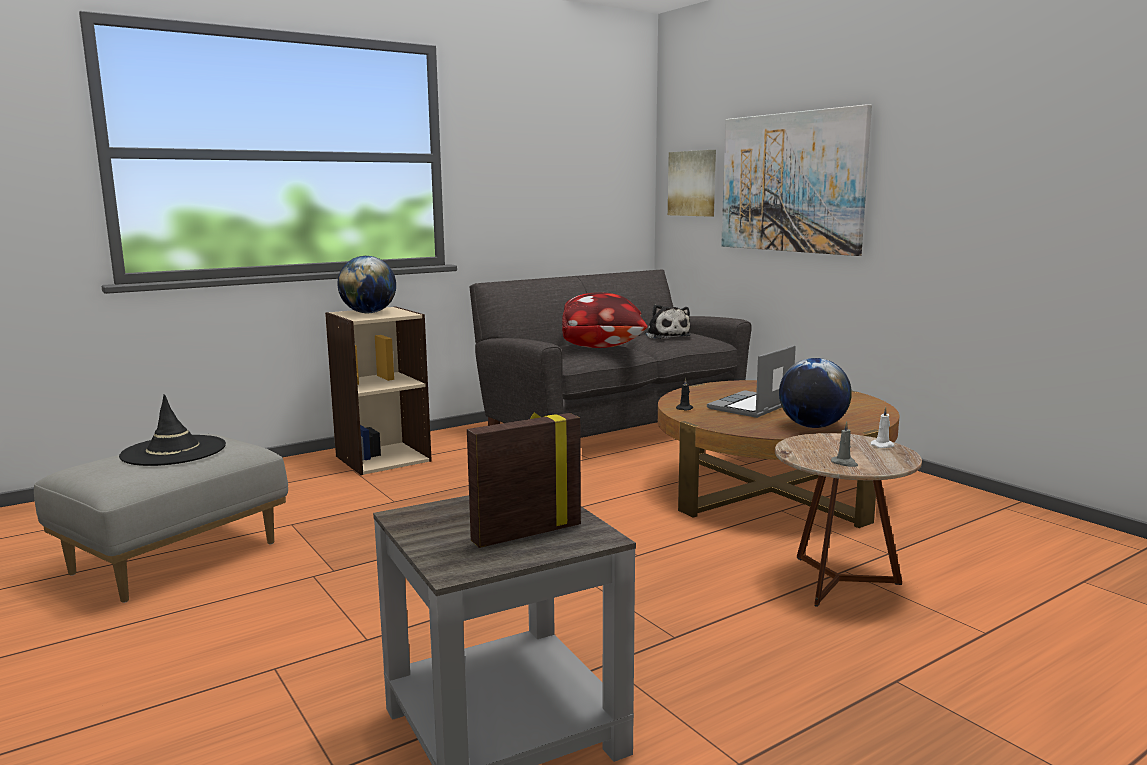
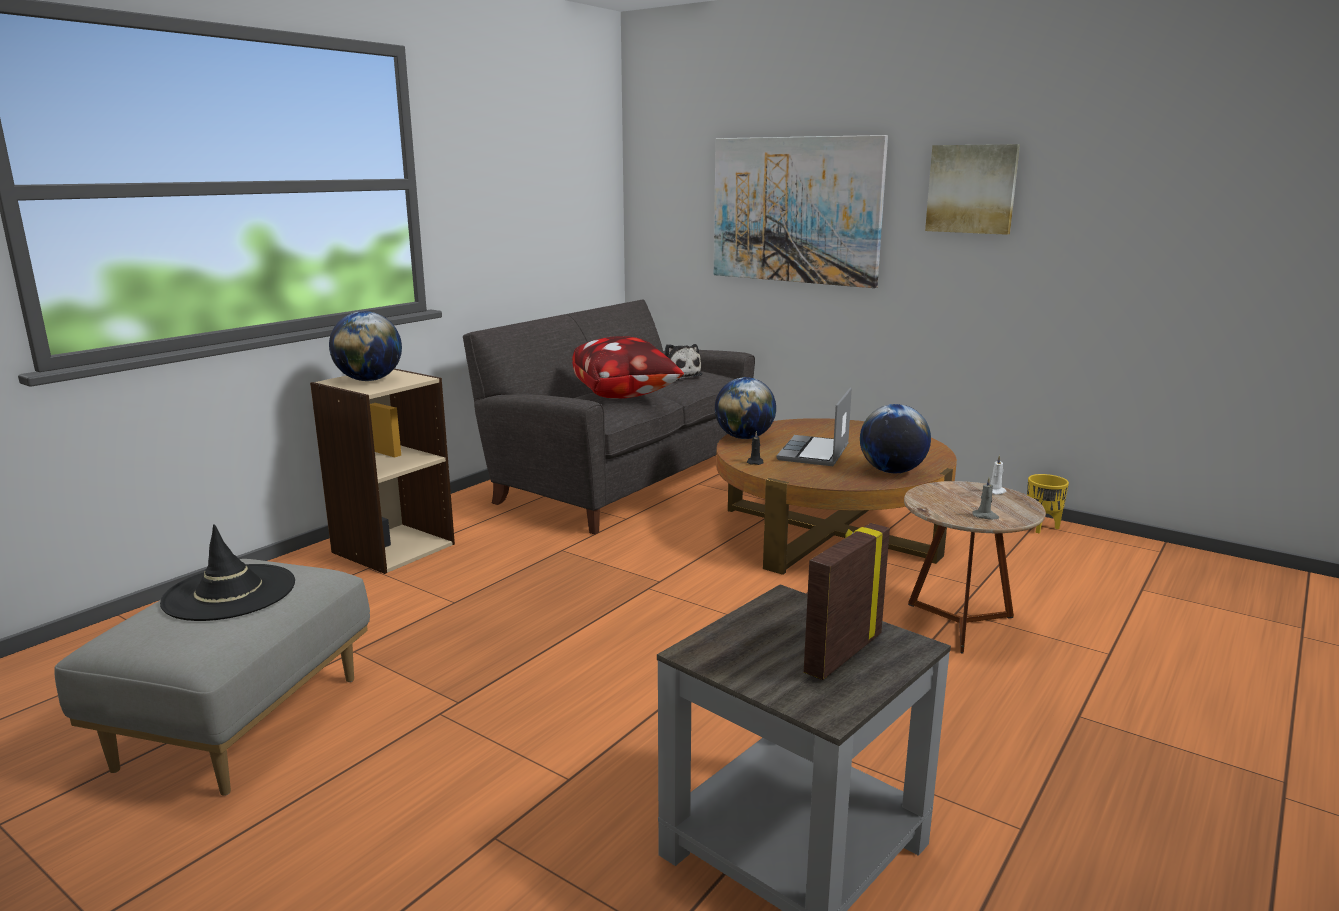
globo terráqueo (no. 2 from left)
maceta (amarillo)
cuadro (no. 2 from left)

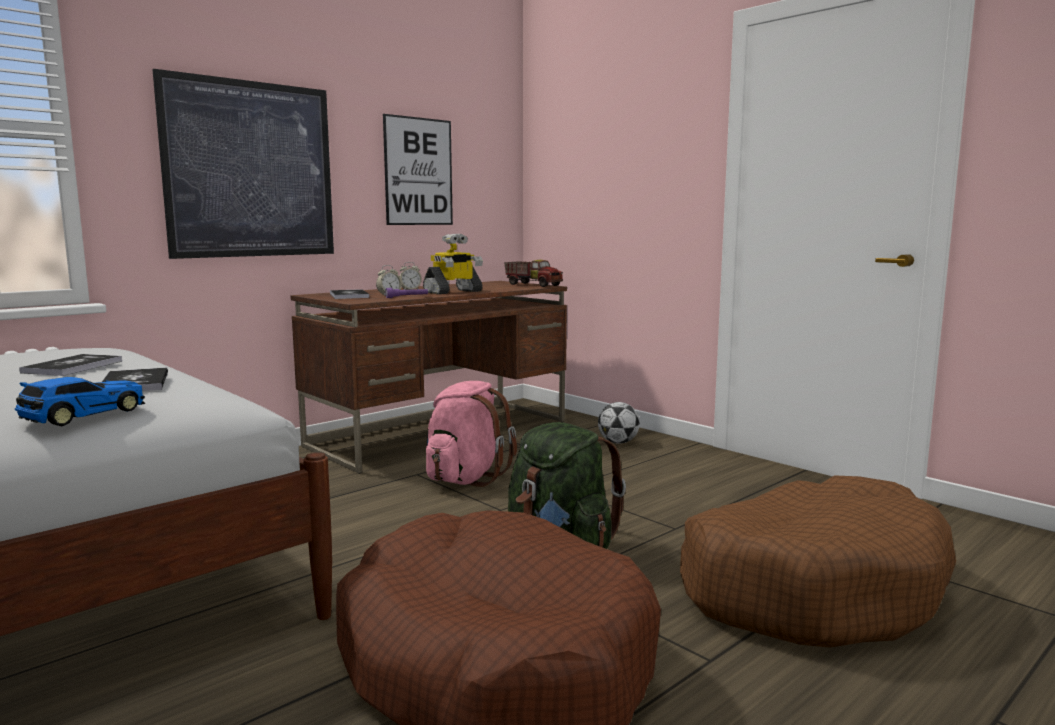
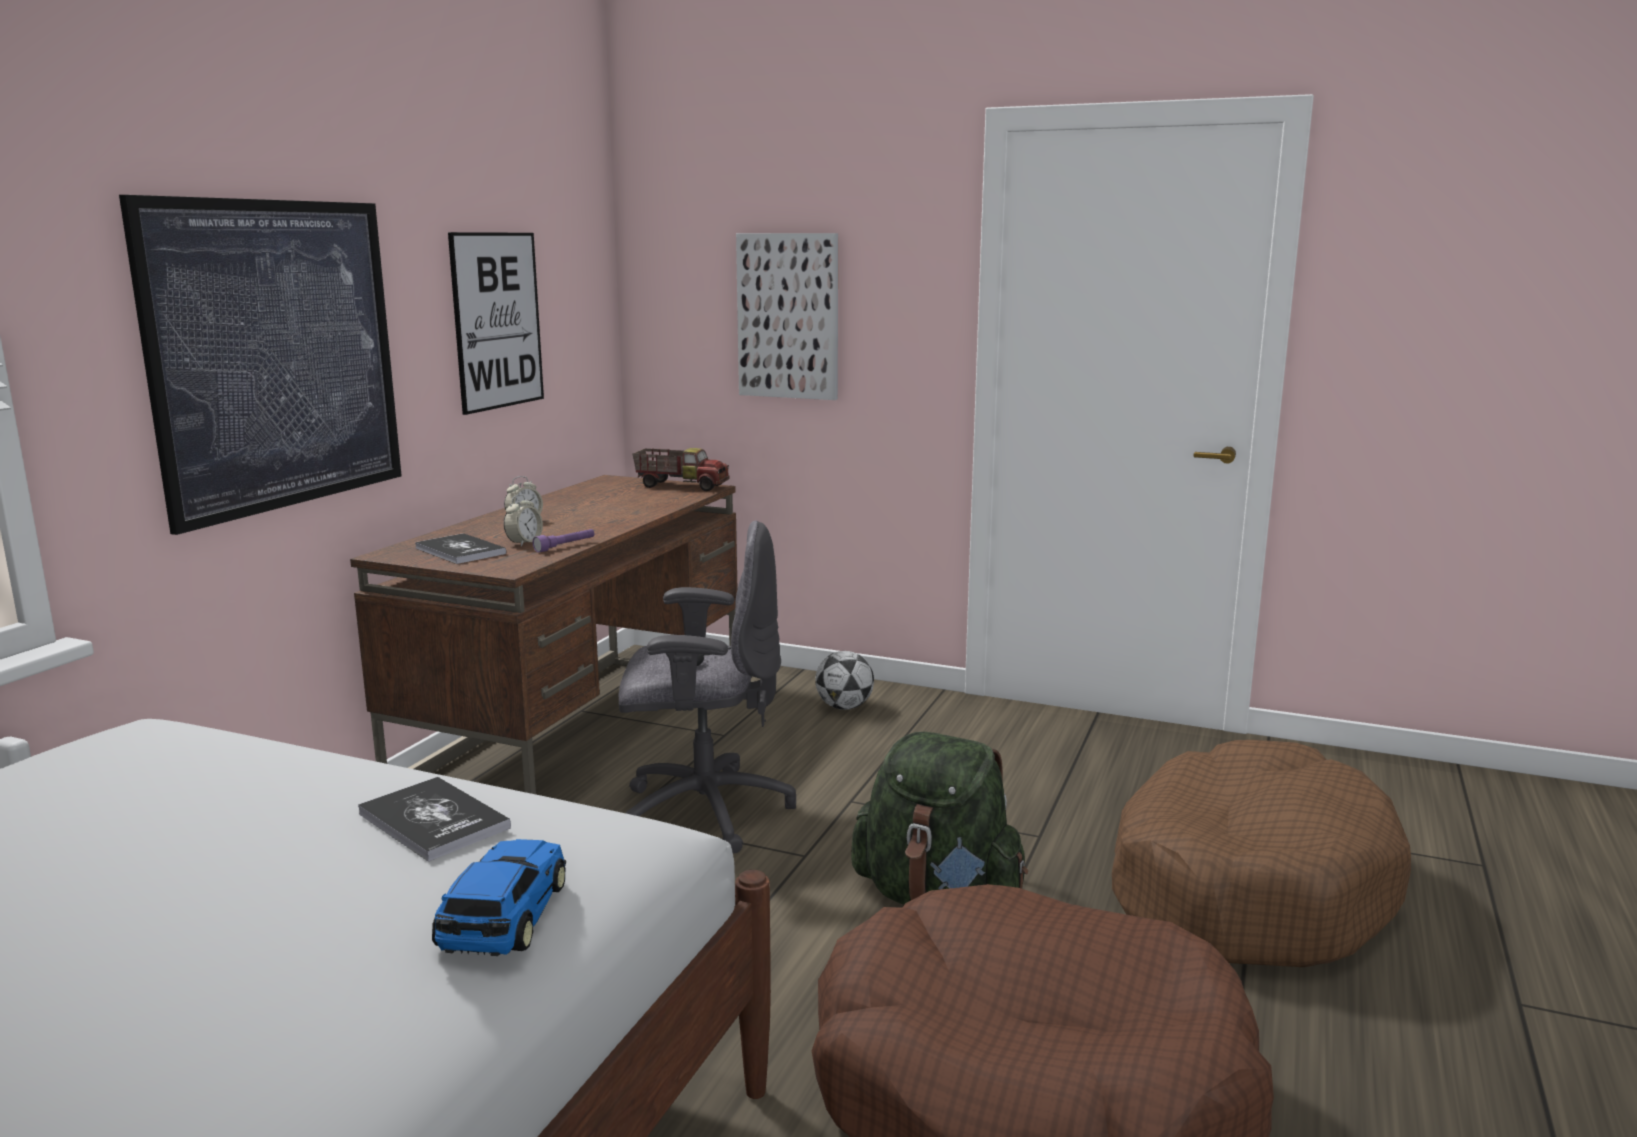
libro (no. 1 from left in the first image)
robot de juguete
cuadro (no. 3 from left)
silla de oficina (gris)

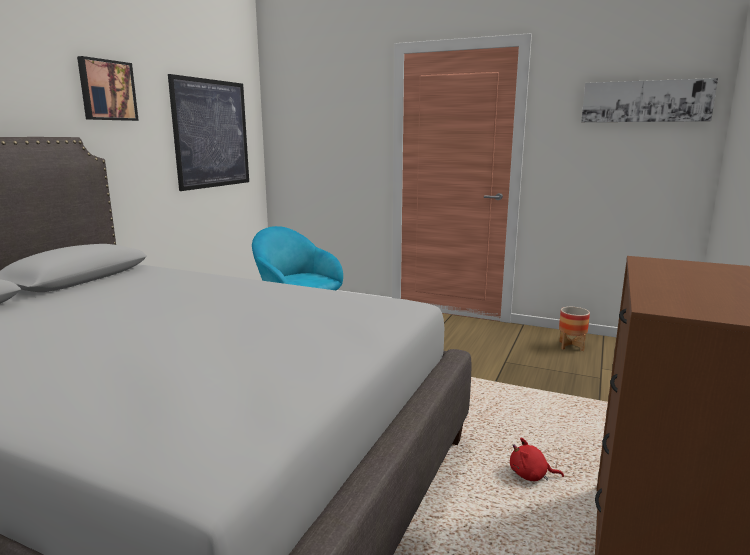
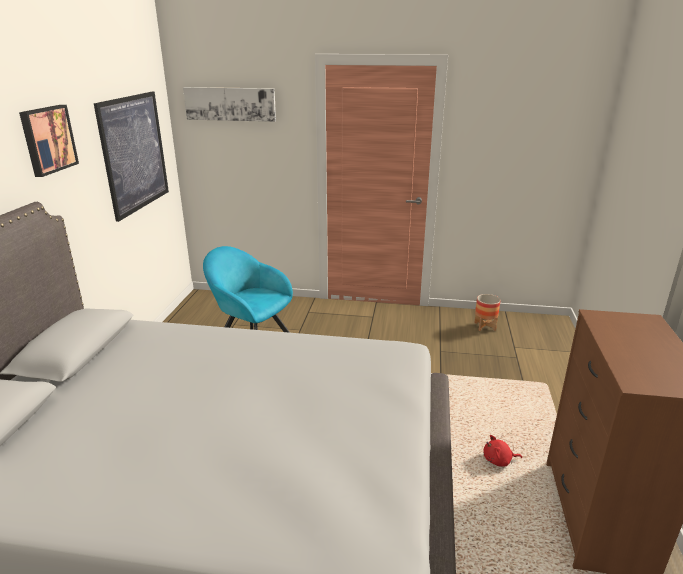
cuadro (no. 3 from left)

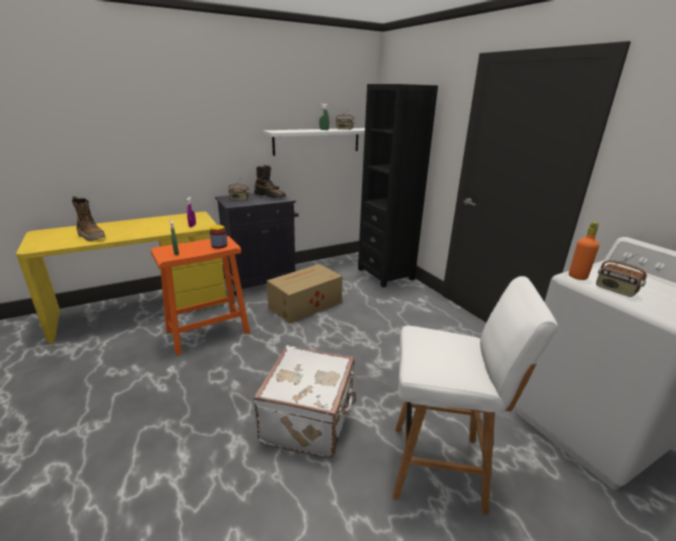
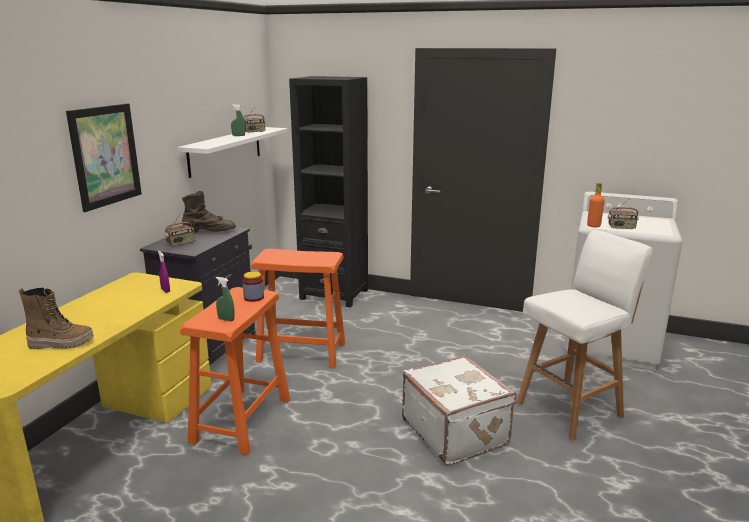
cuadro
taburete (naranja) (no. 2 from left)

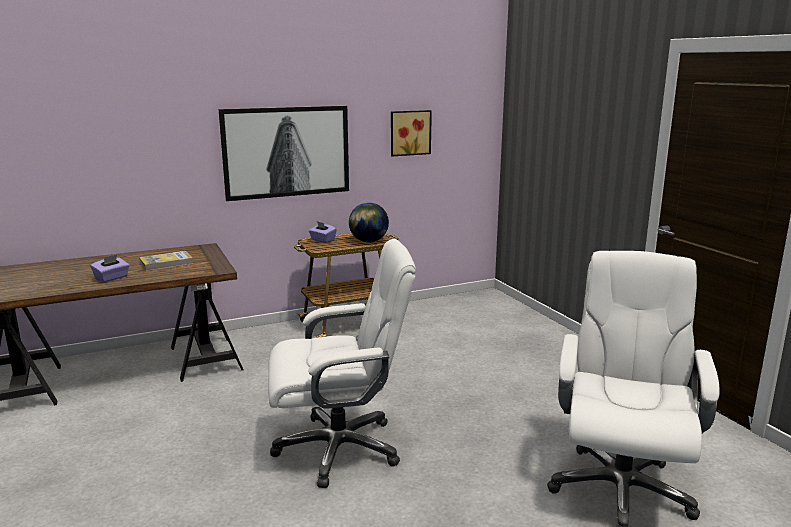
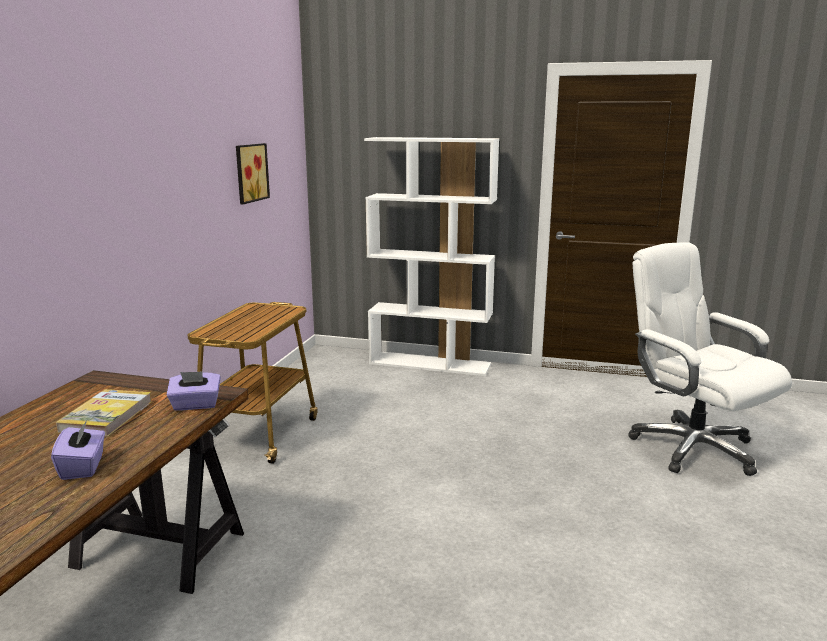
cuadro (no. 1 from left in the first image)
silla de oficina (blanco) (no. 1 from left in the first image)
globo terráqueo
estantería (blanco)
caja de pañuelos (morado) (no. 2 from left)

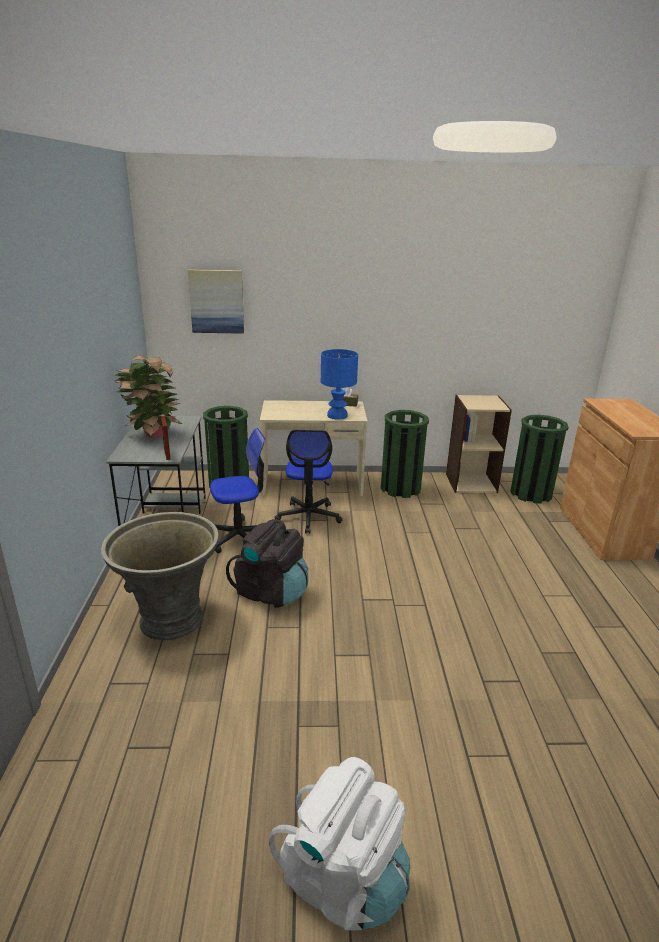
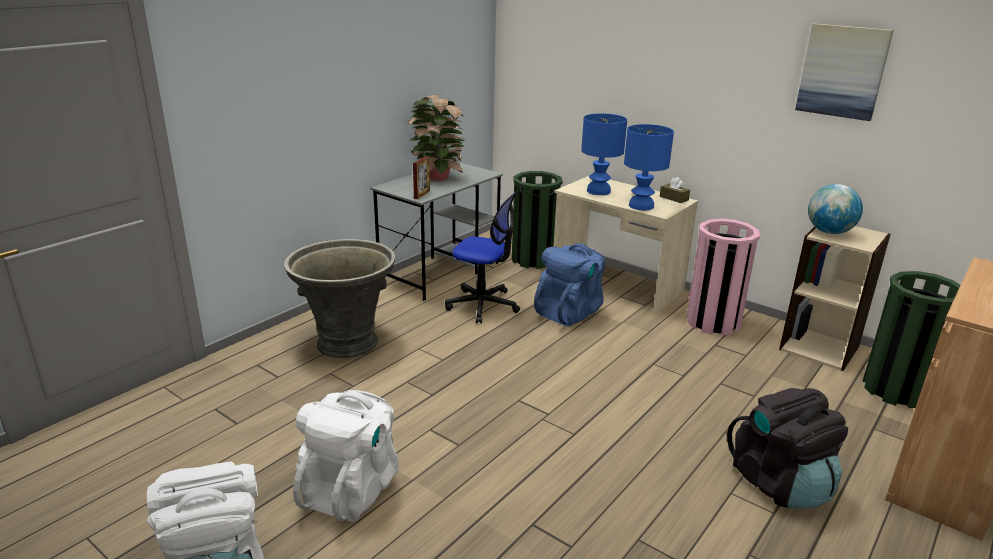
mochila (blanco) (no. 2 from left)
lámpara de mesa (azul) (no. 1 from left)
globo terráqueo
cuadro
mochila (negro)
mochila (azul)
papelera (rosa)

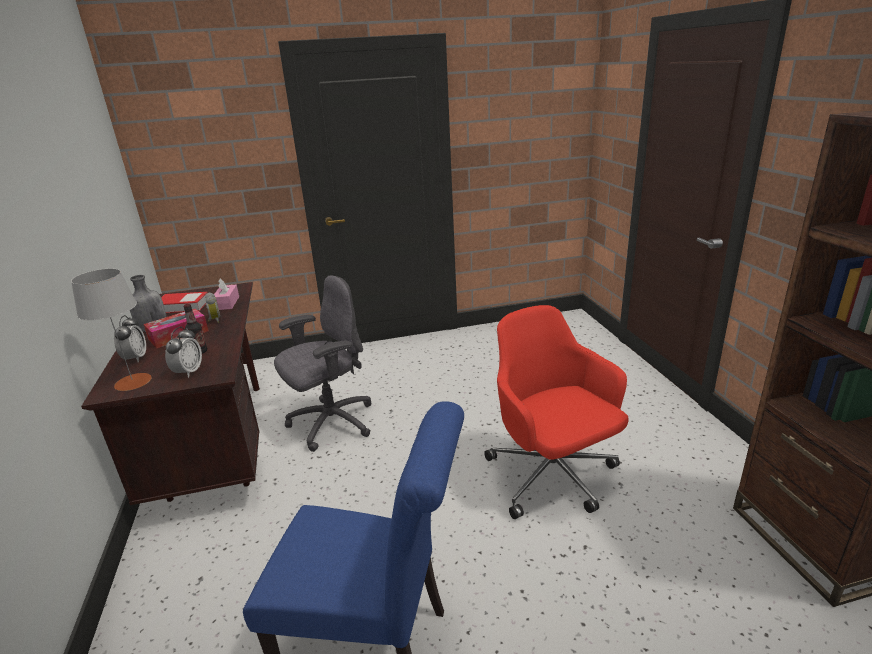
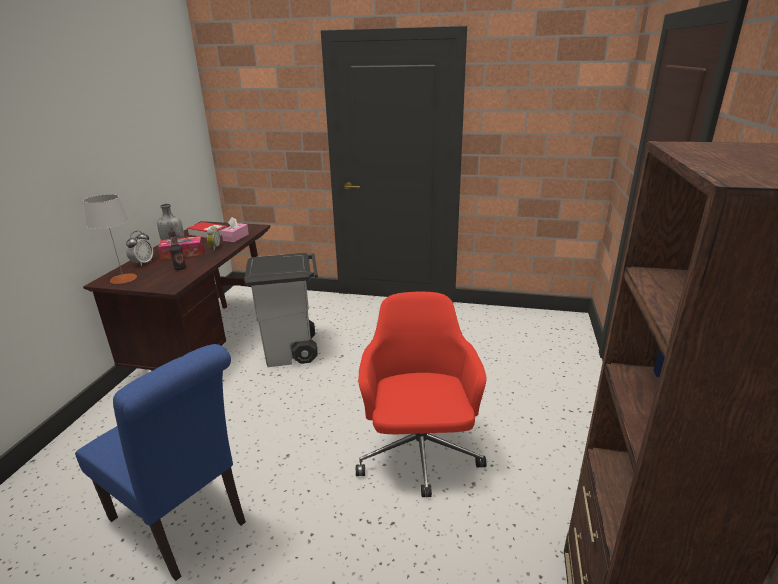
despertador (no. 2 from left in the first image)
papelera (gris)

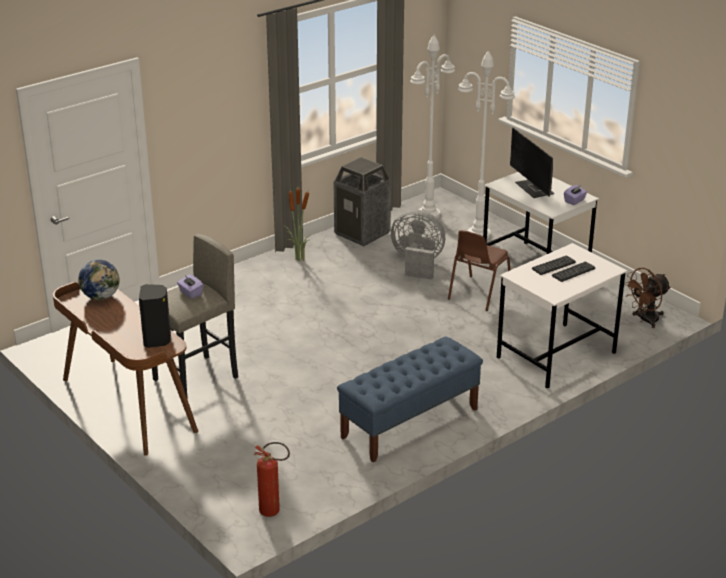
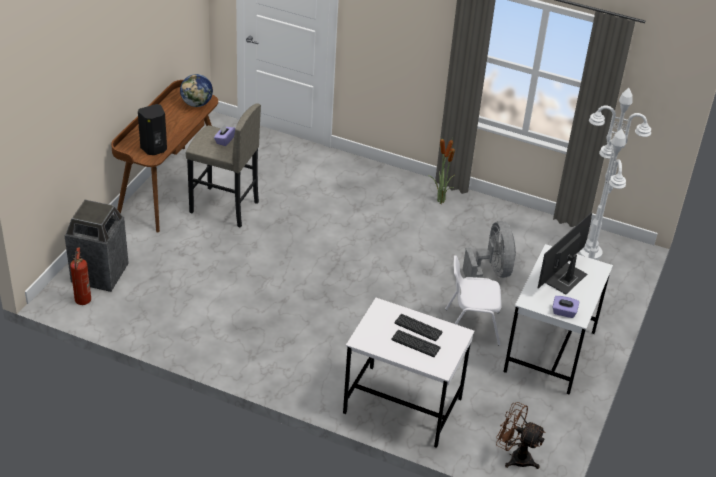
banco (azul)
papelera
silla (blanco)

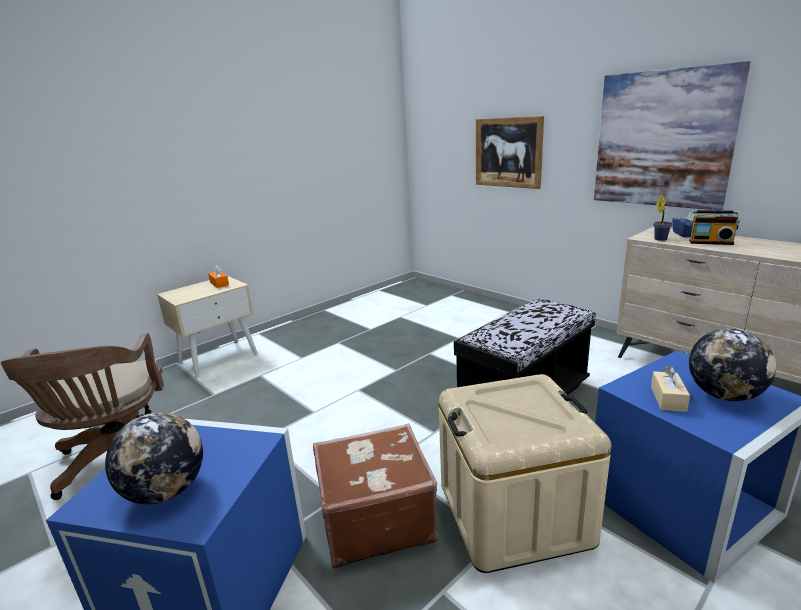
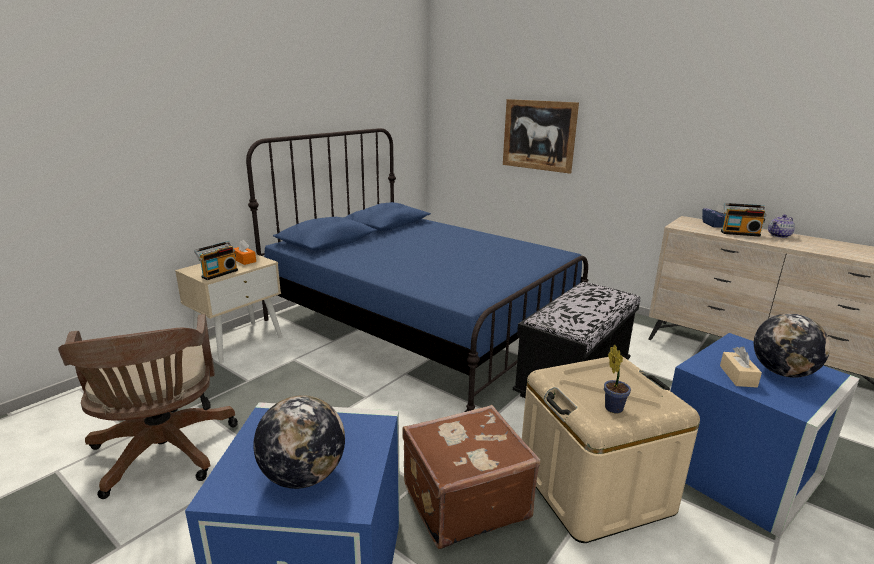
cuadro (no. 2 from left in the first image)
radio (no. 1 from left)
cama (azul)
tetera
planta en maceta

